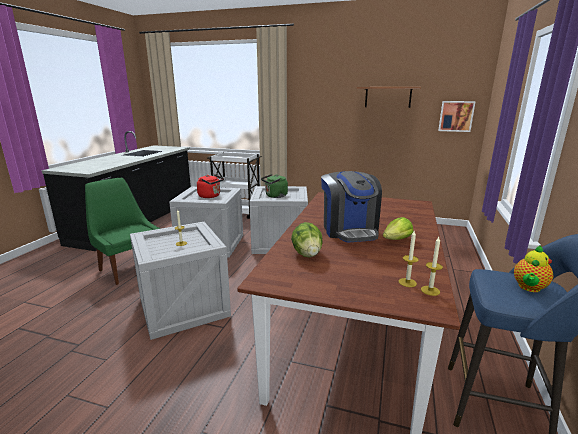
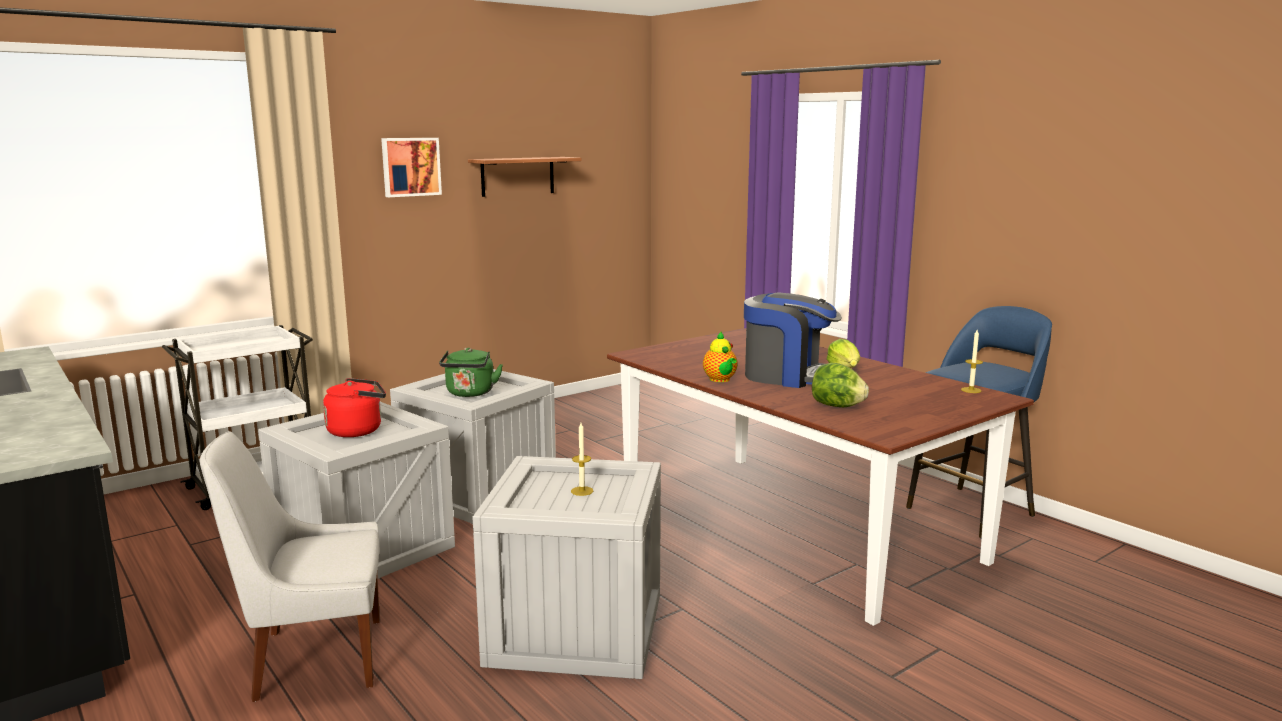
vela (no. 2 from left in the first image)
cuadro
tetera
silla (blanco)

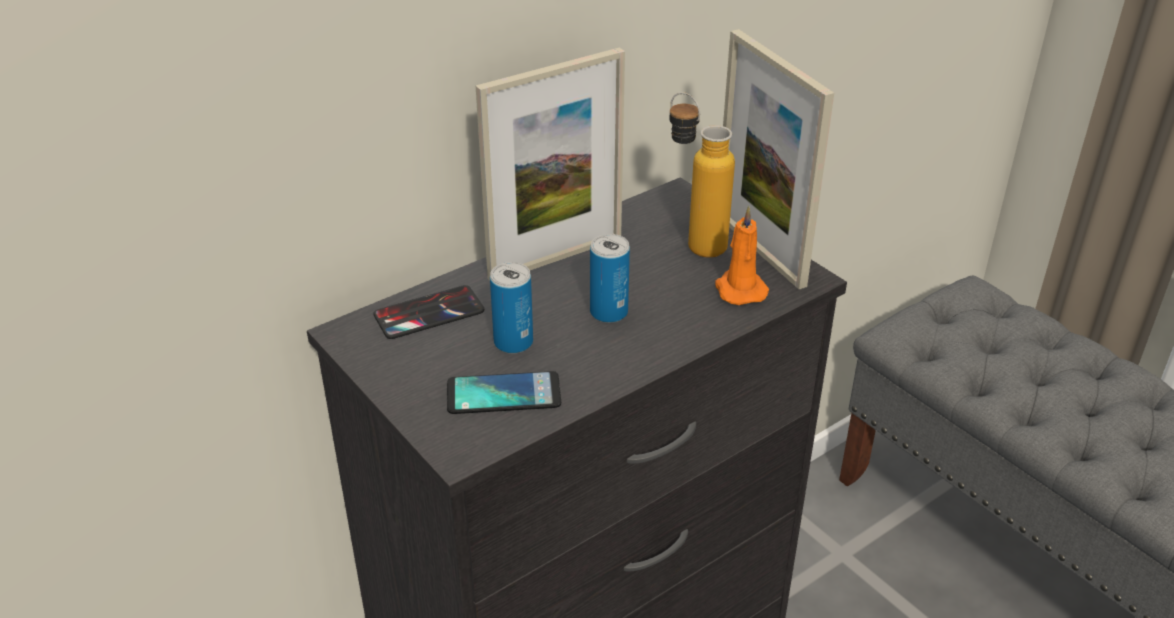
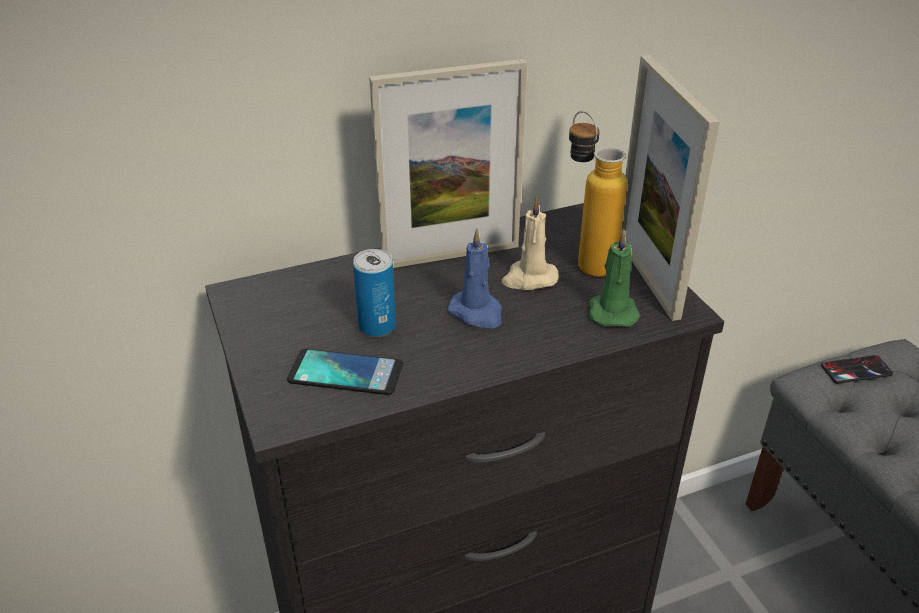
vela (beis)
móvil (no. 2 from left)
vela (azul)
vela (verde)

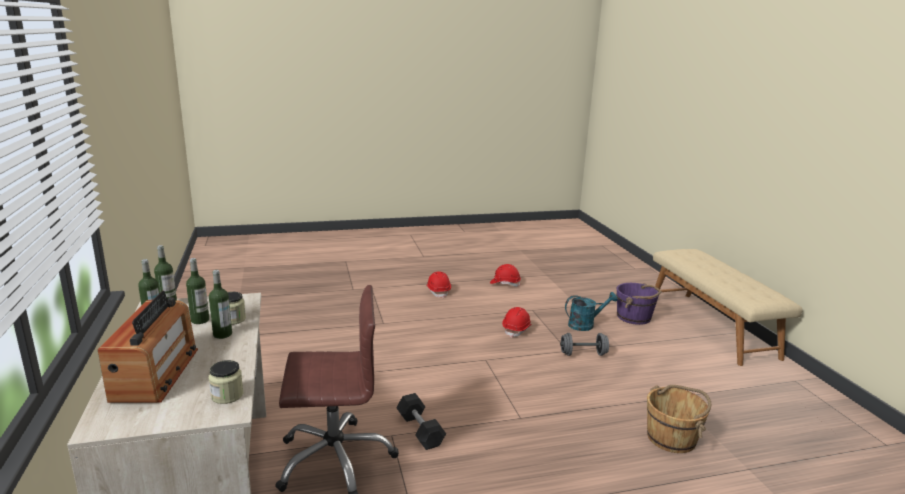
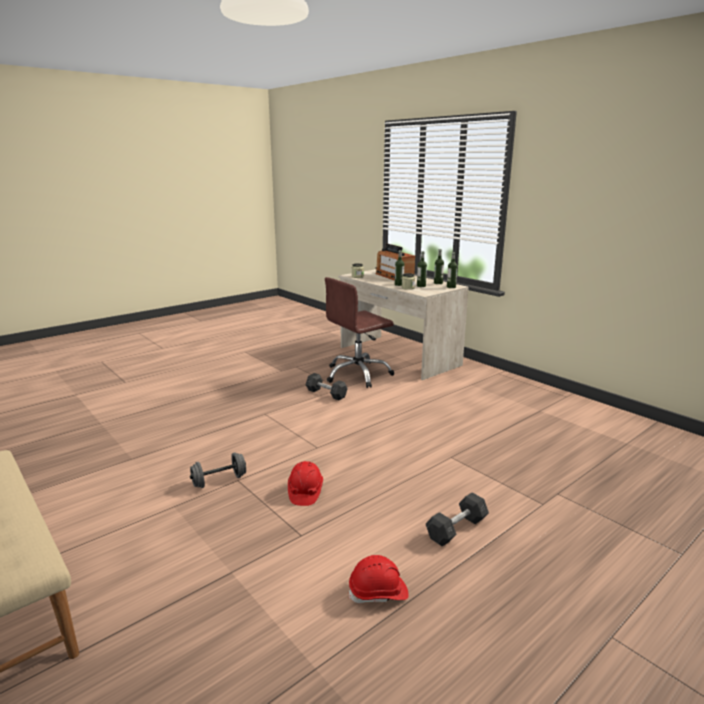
regadera (turquesa)
cubo (morado)
cubo (marrón)
mancuerna (gris) (no. 3 from left)

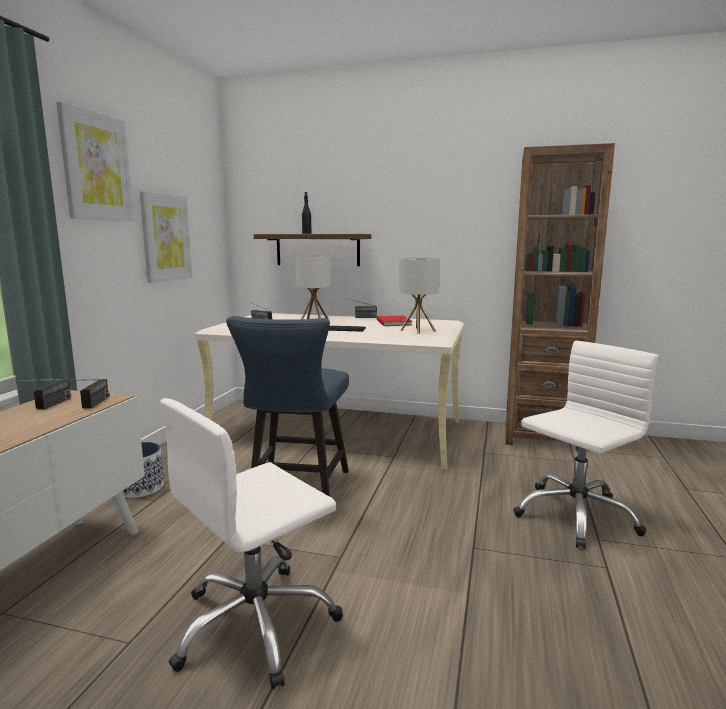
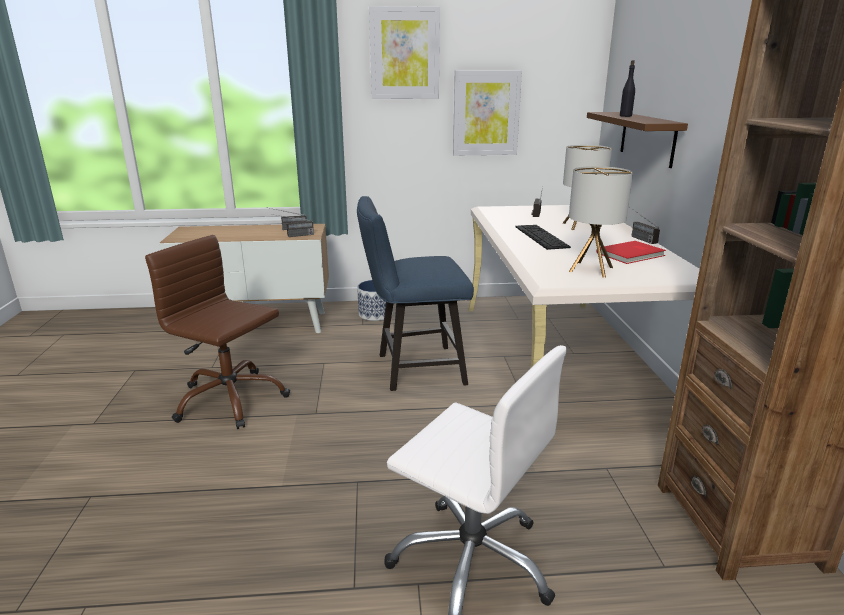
silla de oficina (marrón)

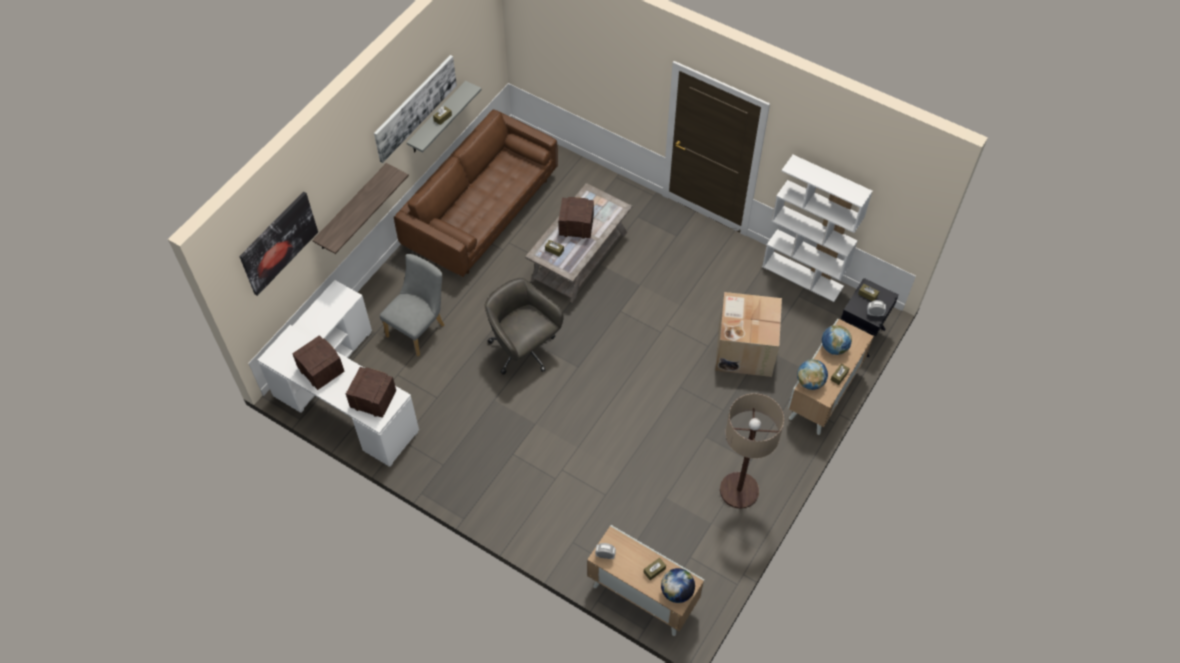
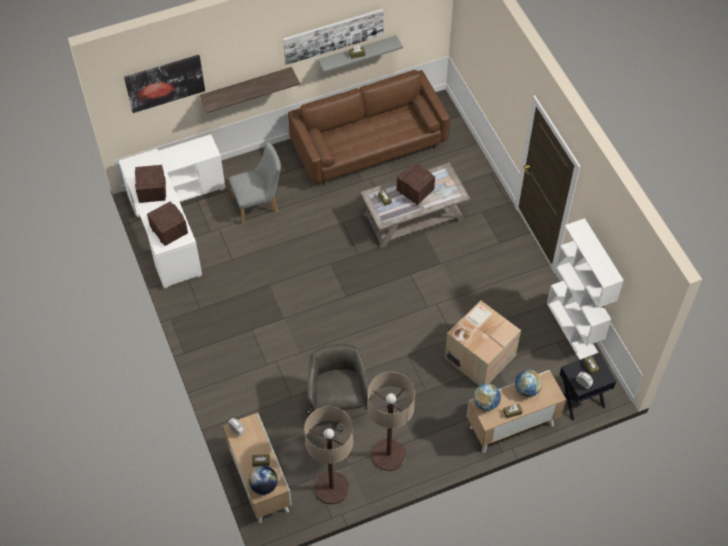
lámpara de pie (no. 1 from left)
silla de oficina (gris)

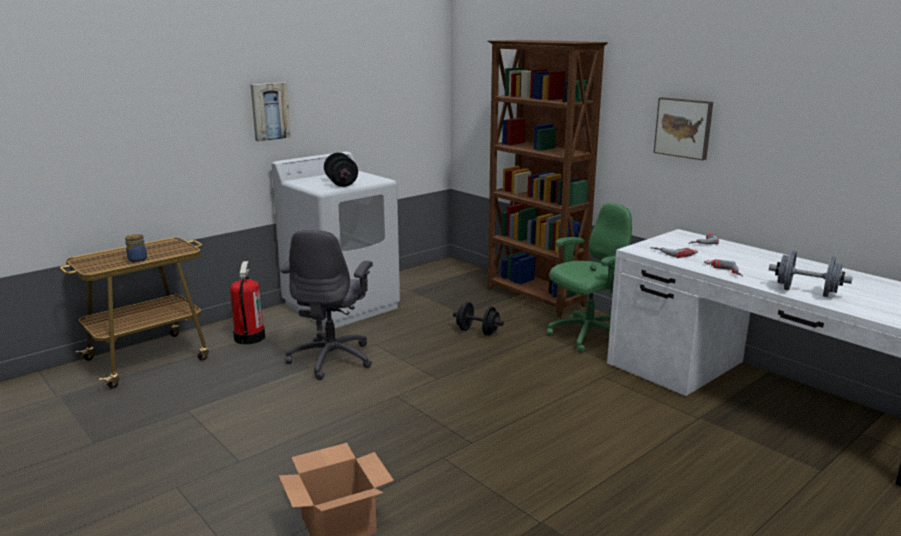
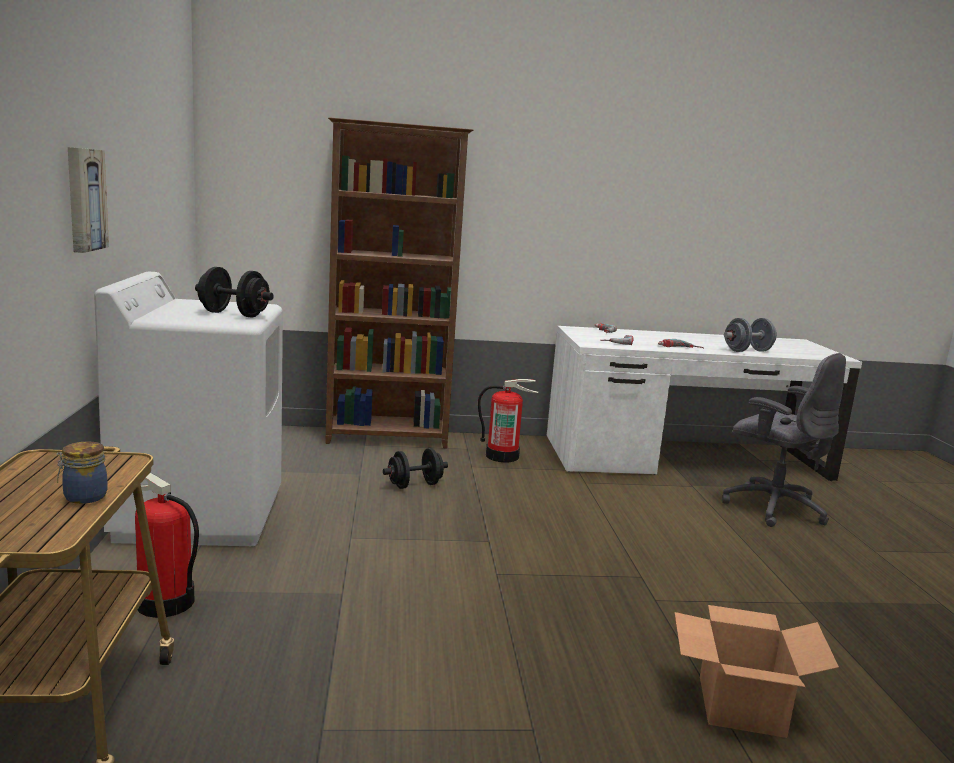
cuadro (no. 2 from left in the first image)
silla de oficina (gris)
extintor (no. 2 from left)

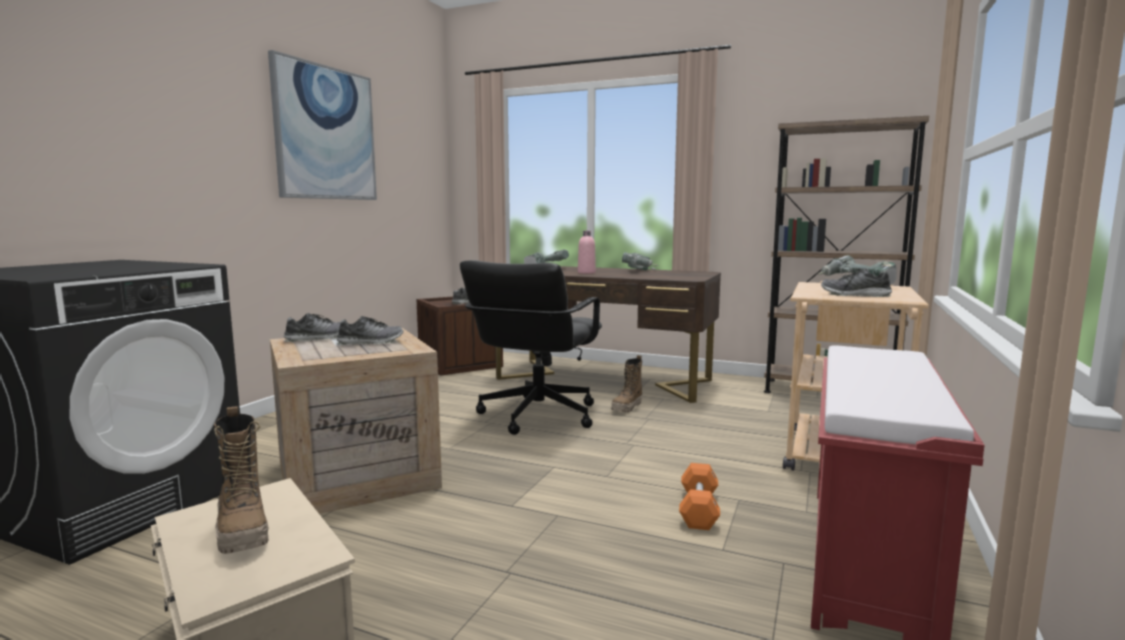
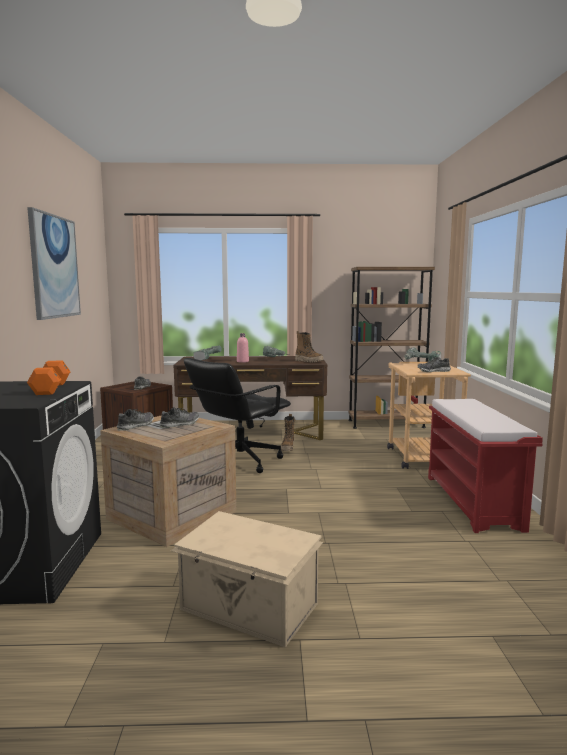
bota (no. 2 from left)
mancuerna (naranja)
silla de oficina (negro)

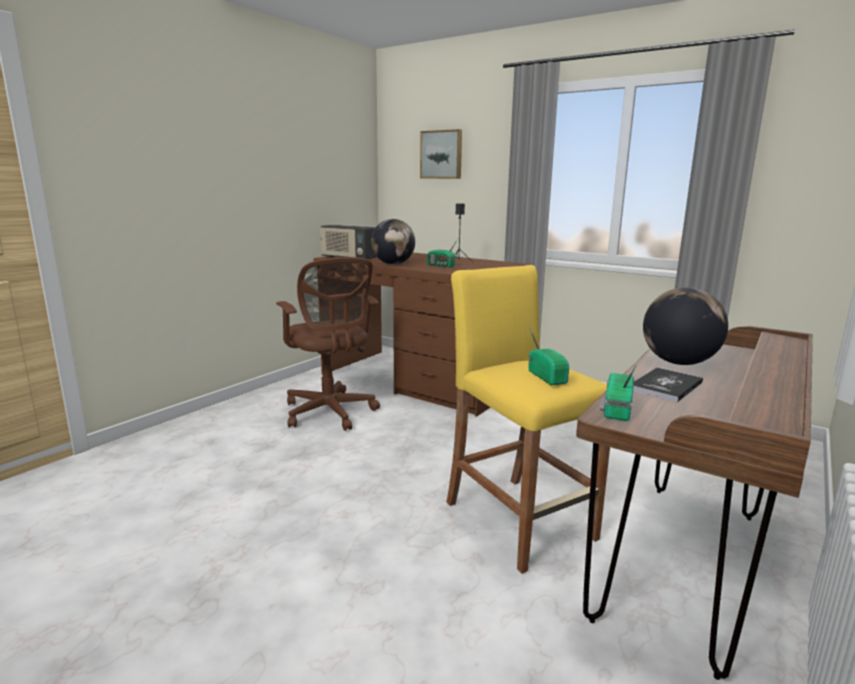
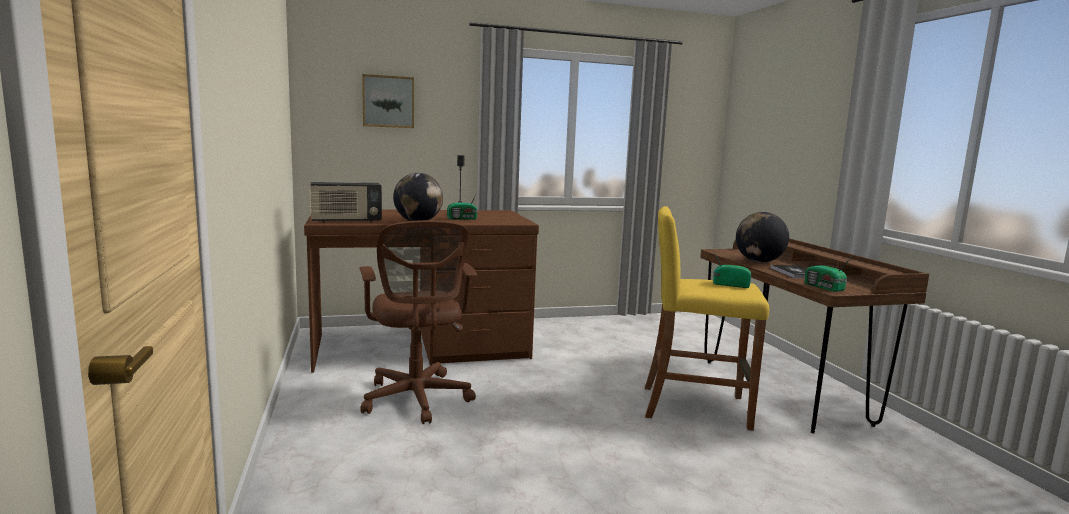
silla de oficina (marrón)

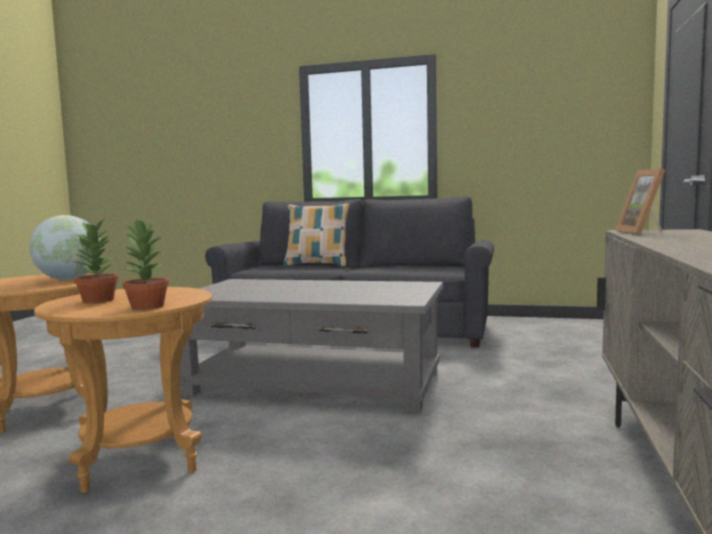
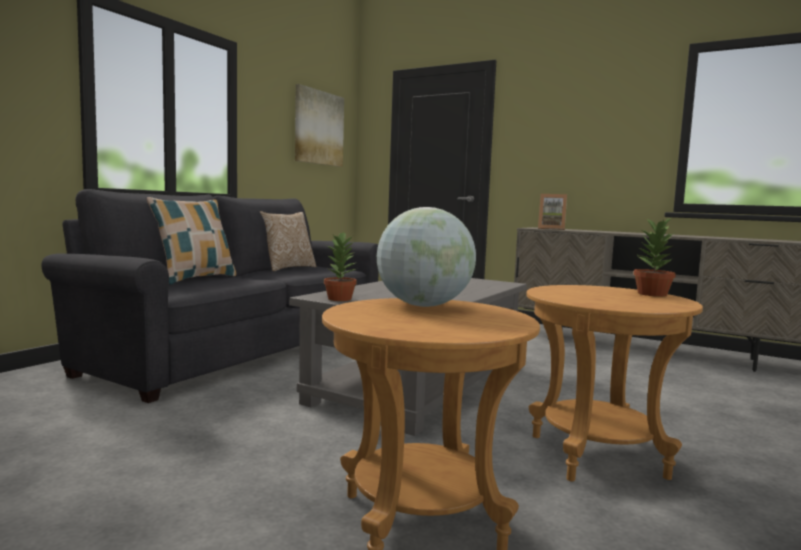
cojín (no. 2 from left)
cuadro
planta en maceta (no. 1 from left)

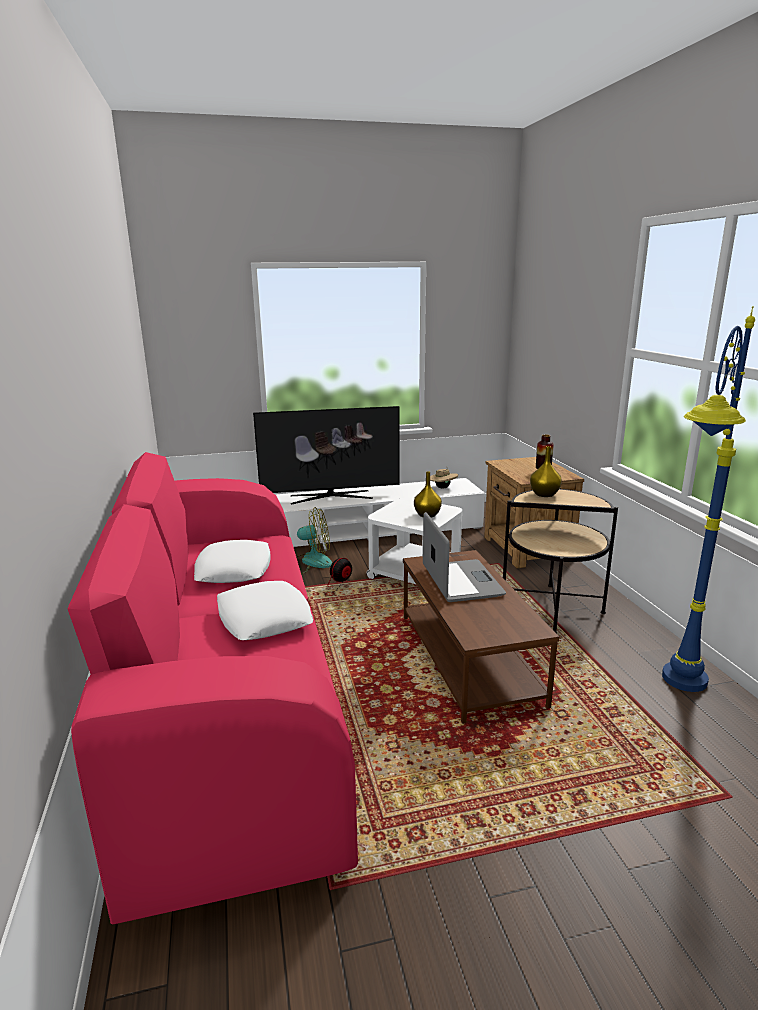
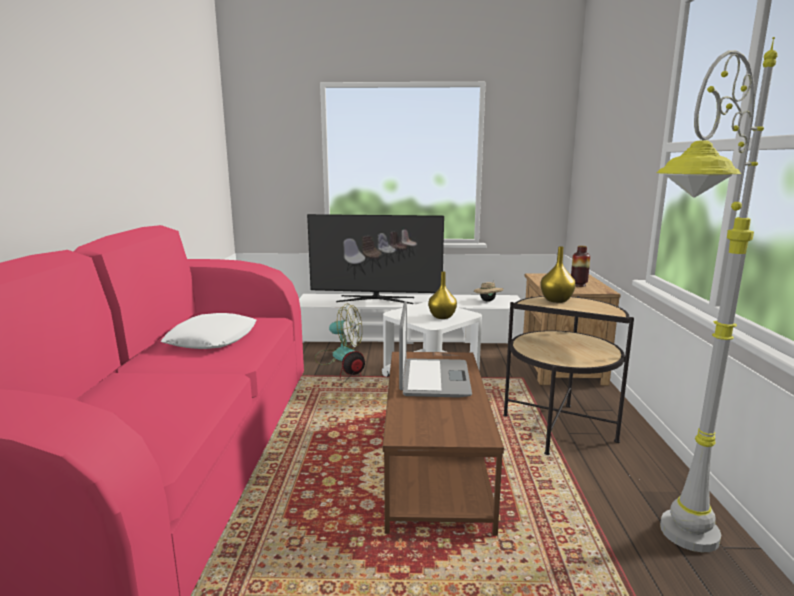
cojín (blanco) (no. 2 from left in the first image)
lámpara de pie (gris)

